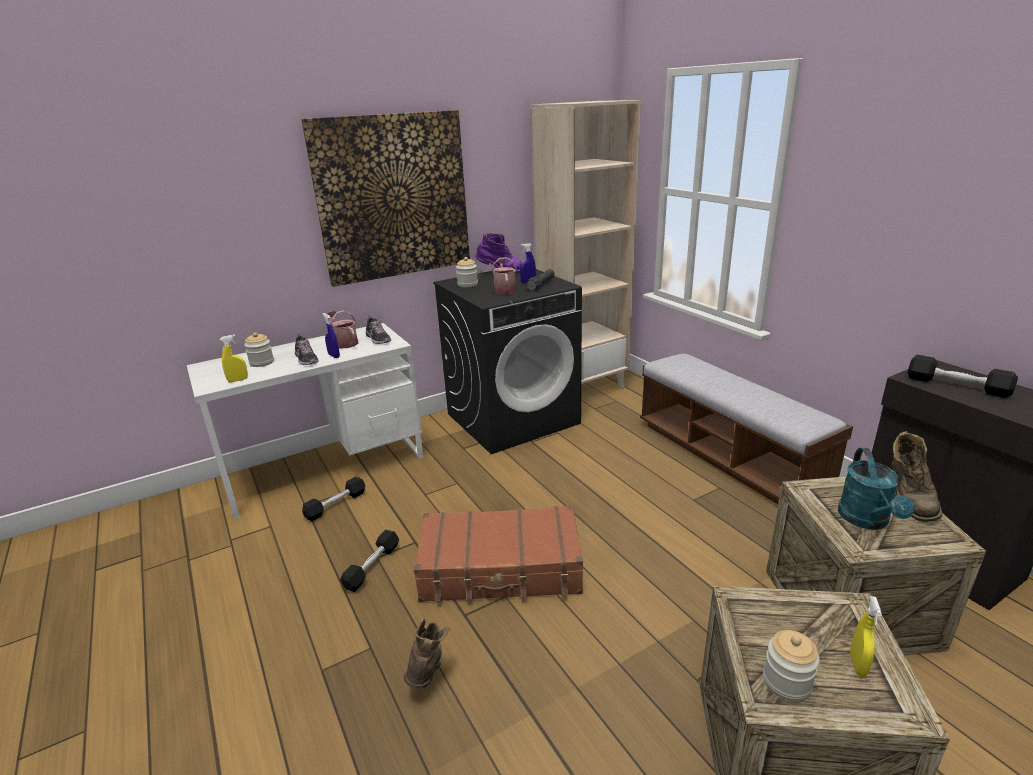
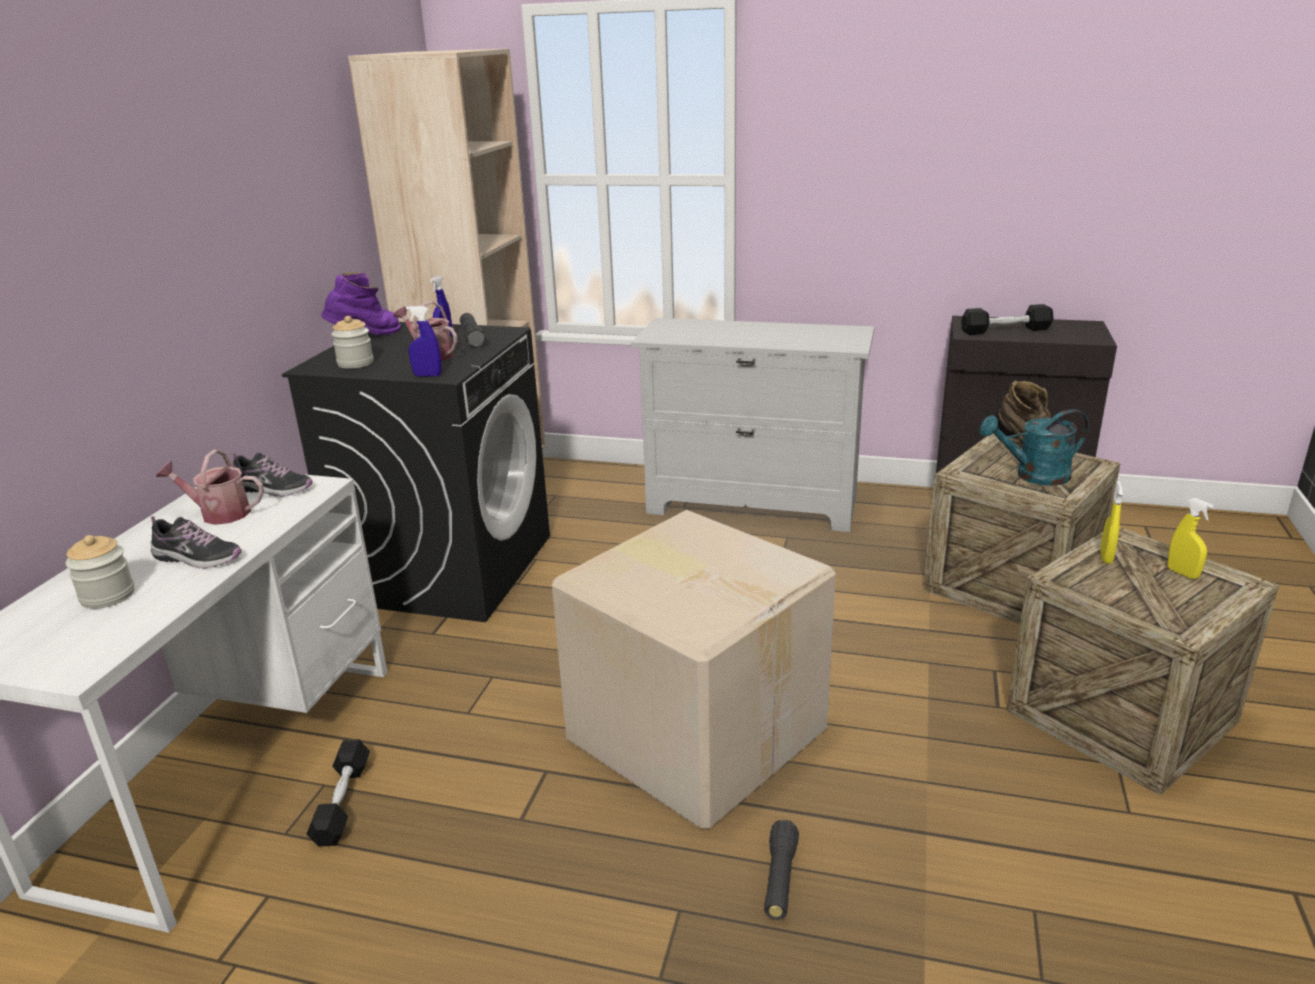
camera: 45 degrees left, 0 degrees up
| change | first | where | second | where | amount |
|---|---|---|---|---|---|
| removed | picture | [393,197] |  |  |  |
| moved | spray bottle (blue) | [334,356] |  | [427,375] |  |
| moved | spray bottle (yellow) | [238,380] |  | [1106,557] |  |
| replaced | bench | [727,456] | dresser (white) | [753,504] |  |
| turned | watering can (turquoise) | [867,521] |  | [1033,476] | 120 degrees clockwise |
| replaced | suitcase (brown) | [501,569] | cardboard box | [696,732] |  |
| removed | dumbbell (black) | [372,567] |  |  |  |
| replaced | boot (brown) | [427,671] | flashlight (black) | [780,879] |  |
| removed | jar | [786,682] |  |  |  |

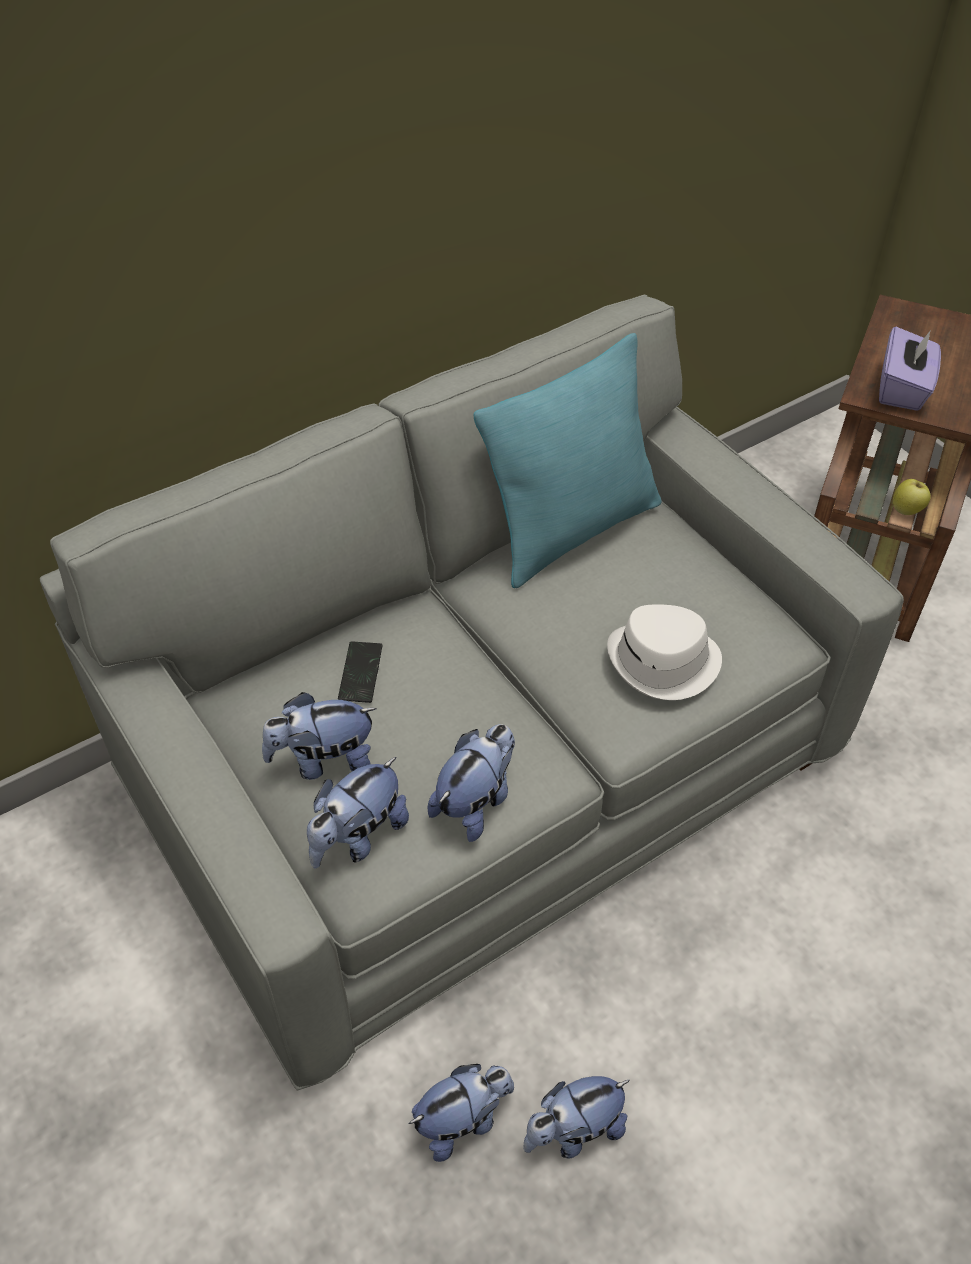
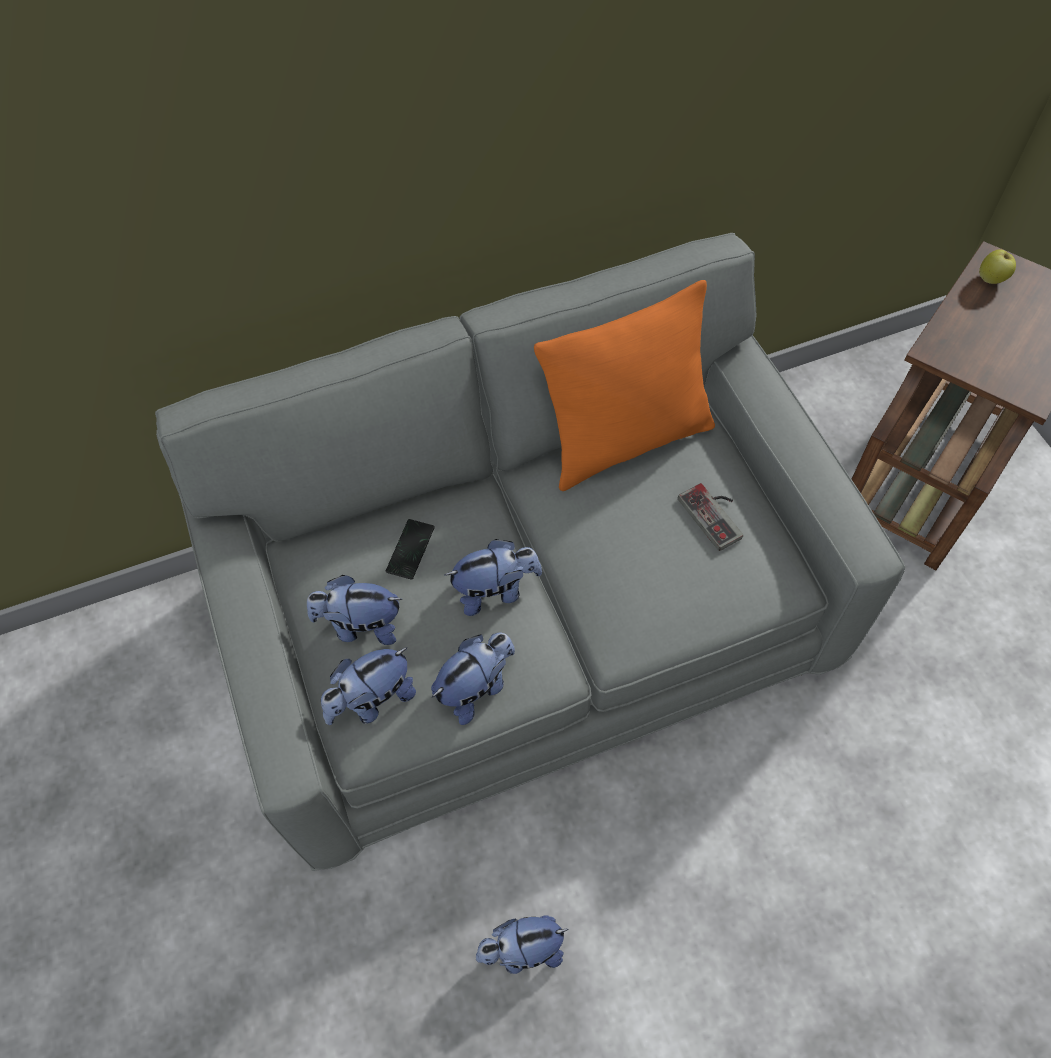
camera: 15 degrees right, 10 degrees up
| change | first | where | second | where | amount |
|---|---|---|---|---|---|
| removed | tissue box (purple) | [903,389] |  |  |  |
| recoloured | pillow (turquoise) | [571,530] | pillow (orange) | [627,441] |  |
| moved | apple | [907,511] |  | [991,279] |  |
| removed | hat (white) | [664,663] |  |  |  |
| moved | plush toy | [463,1120] |  | [496,590] |  |
| added |  |  | game controller | [716,514] |  |

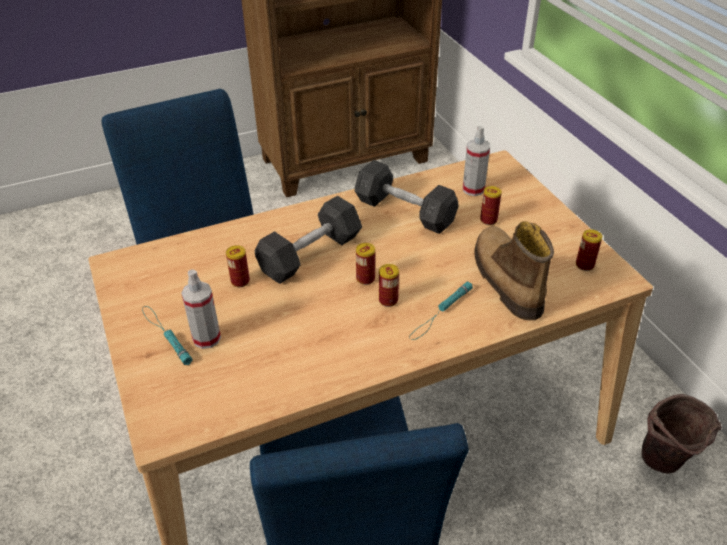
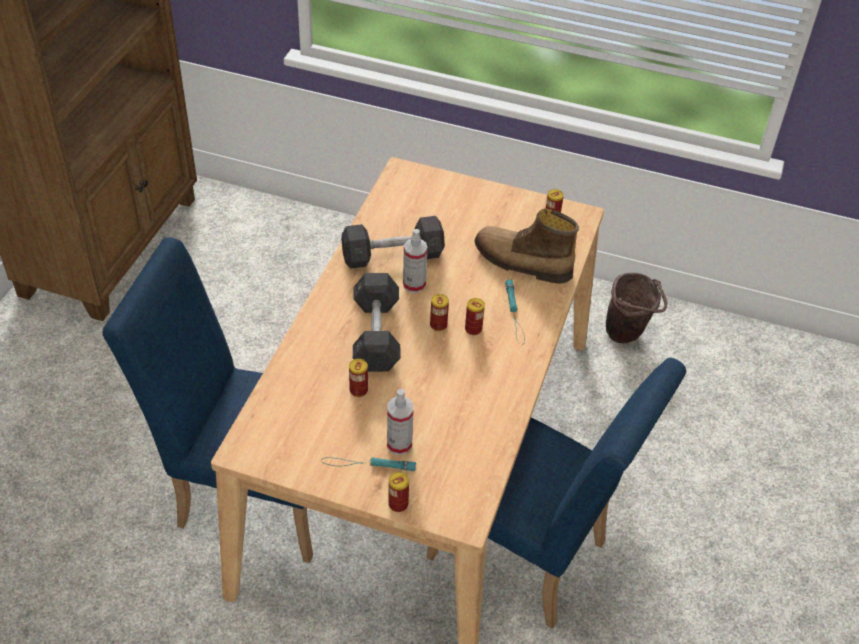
camera: 50 degrees left, 5 degrees up
| change | first | where | second | where | amount |
|---|---|---|---|---|---|
| moved | spray bottle | [473,189] |  | [414,285] |  |
| moved | can | [488,220] |  | [398,504] |  |

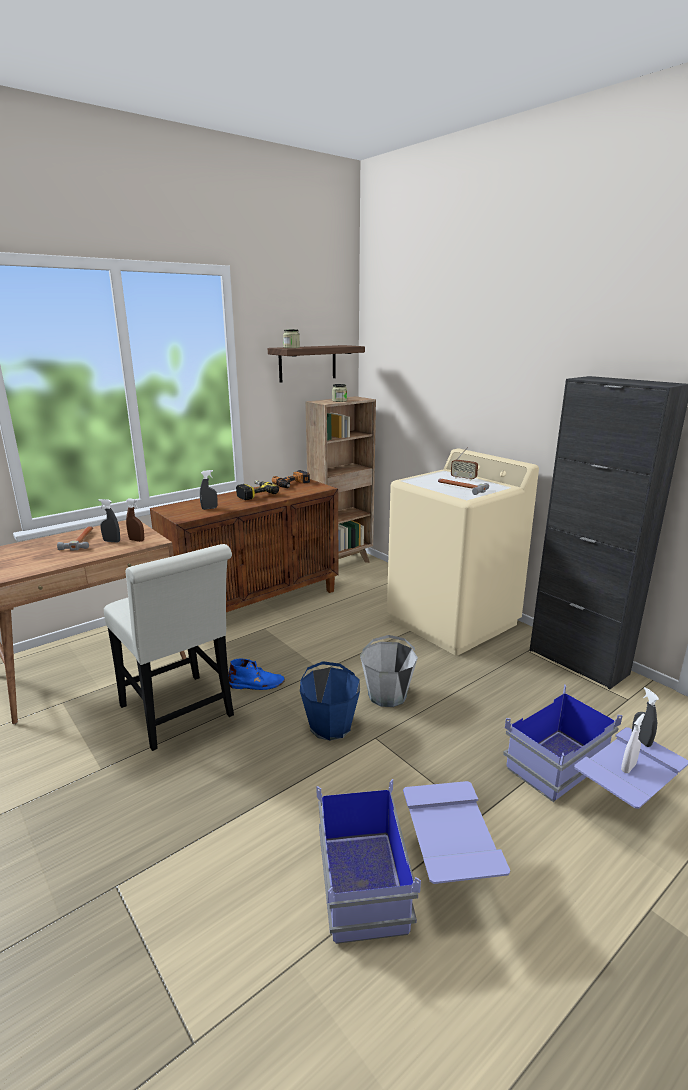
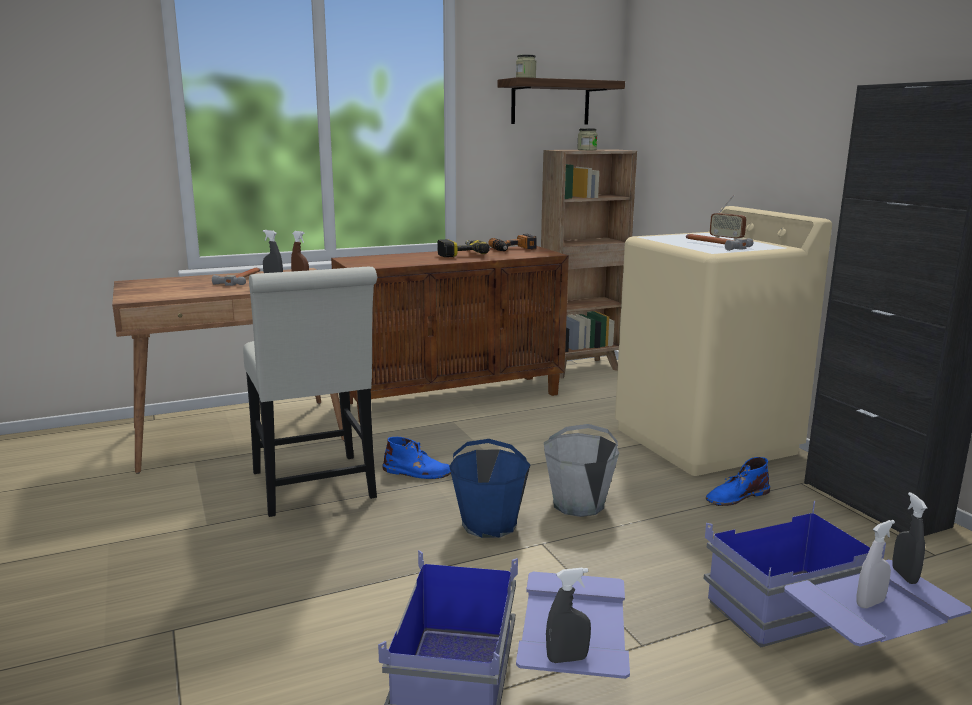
camera: 15 degrees right, 5 degrees down
| change | first | where | second | where | amount |
|---|---|---|---|---|---|
| moved | spray bottle (grey) | [209,508] |  | [567,659] |  |
| added |  |  | boot (blue) | [736,496] |  |

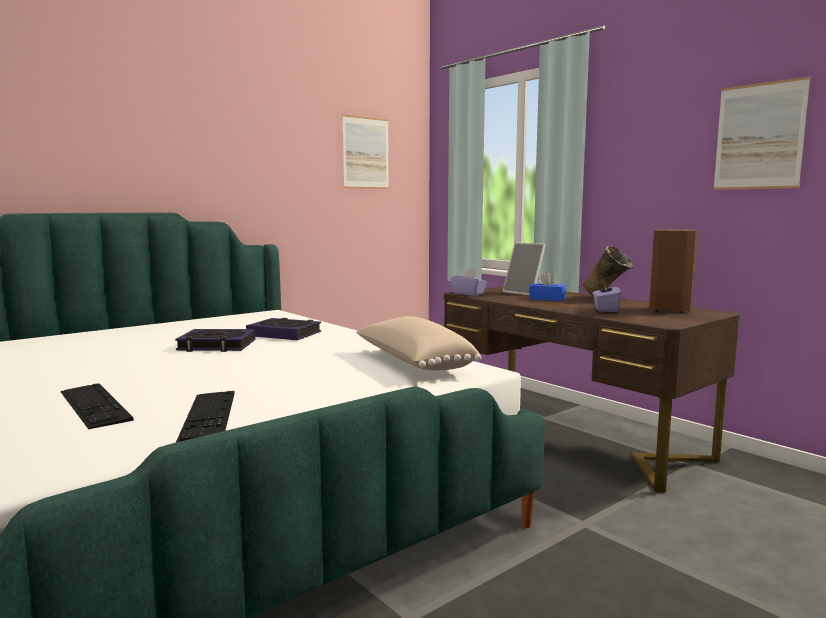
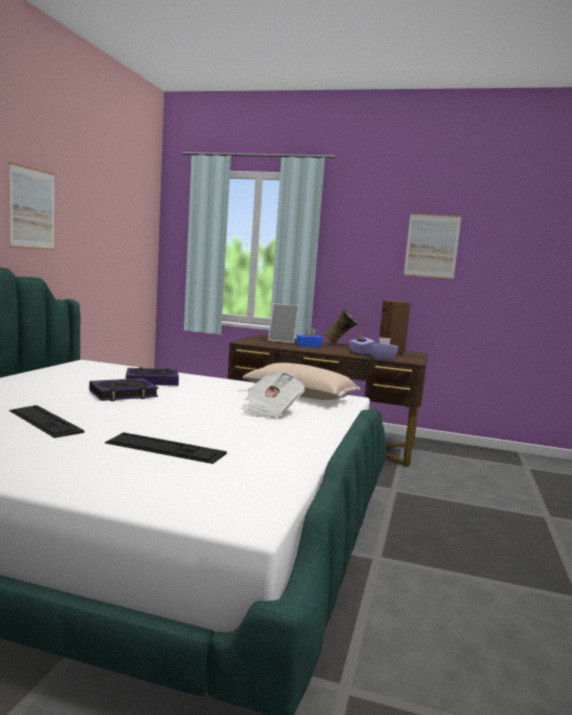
camera: 35 degrees left, 0 degrees up
| change | first | where | second | where | amount |
|---|---|---|---|---|---|
| moved | picture | [366,153] |  | [32,208] |  |
| moved | tissue box (purple) | [468,294] |  | [383,358] |  |
| moved | keyboard | [208,416] |  | [44,421] |  |
| added |  |  | newspaper | [270,411] |  |

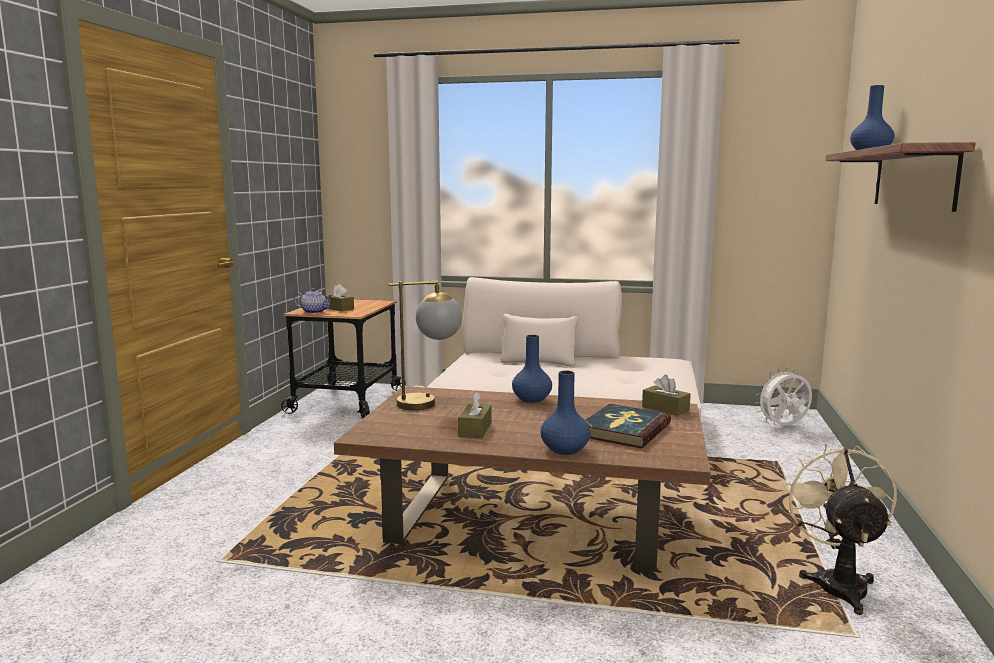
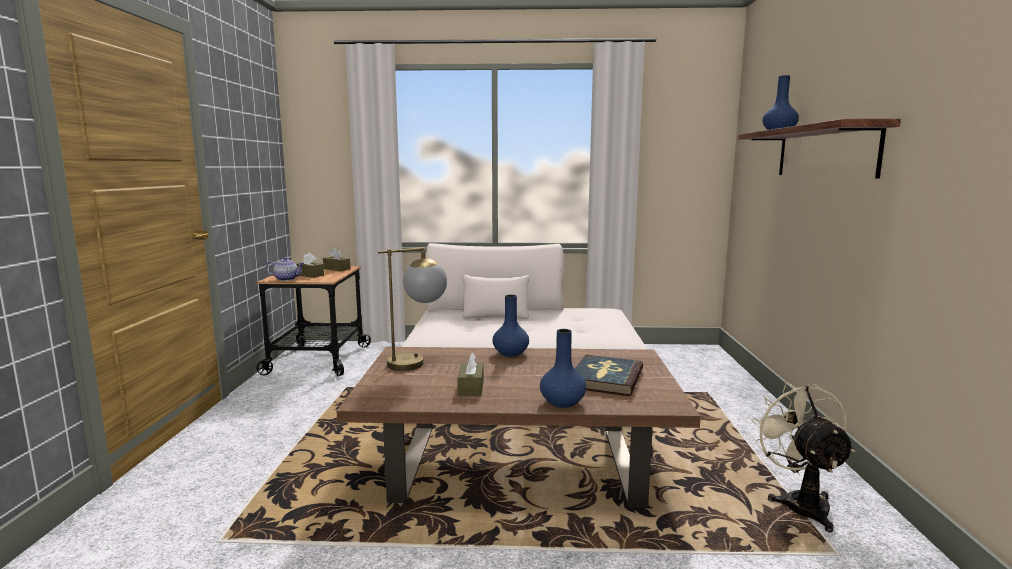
camera: 10 degrees left, 0 degrees up
| change | first | where | second | where | amount |
|---|---|---|---|---|---|
| removed | fan (white) | [783,427] |  |  |  |
| moved | tissue box (brown) | [665,408] |  | [337,269] |  |

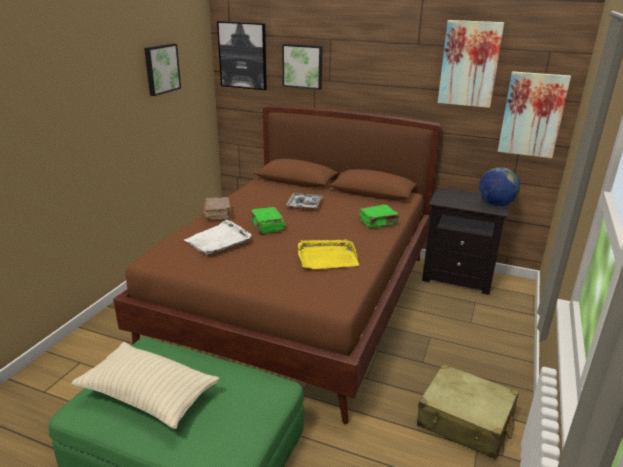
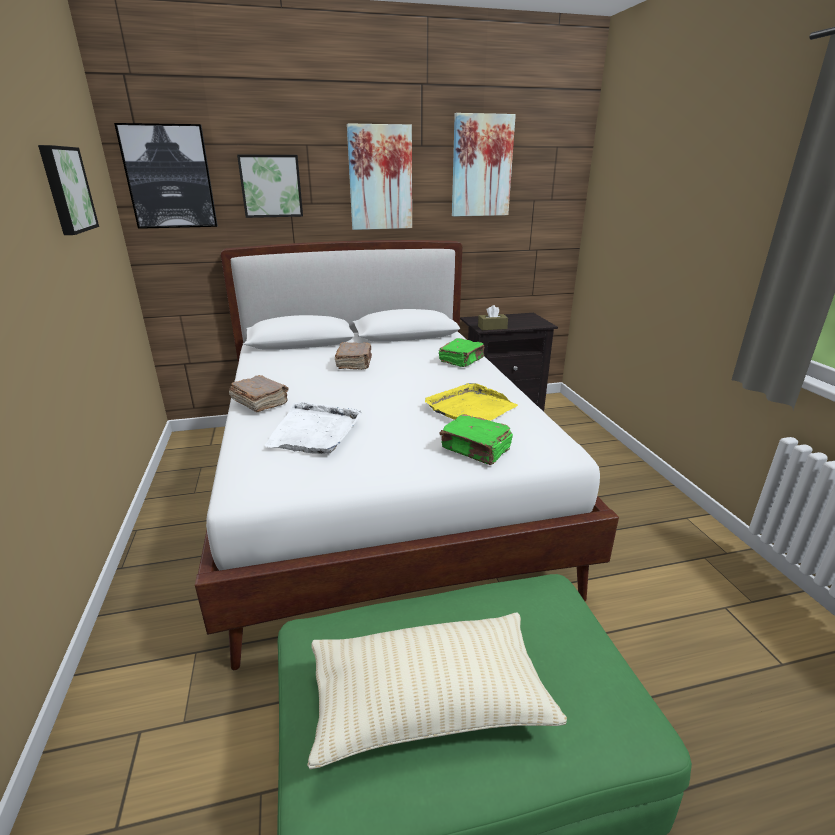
camera: 35 degrees left, 0 degrees up
| change | first | where | second | where | amount |
|---|---|---|---|---|---|
| moved | picture | [532,114] |  | [380,178] |  |
| recoloured | bed (brown) | [299,301] | bed (white) | [380,491] |  |
| removed | globe | [495,204] |  |  |  |
| replaced | tray | [304,204] | book (brown) | [355,364] |  |
| moved | book (green) | [267,226] |  | [476,449] |  |
| removed | suitcase (beige) | [465,421] |  |  |  |
| added |  |  | tissue box (brown) | [492,327] |  |

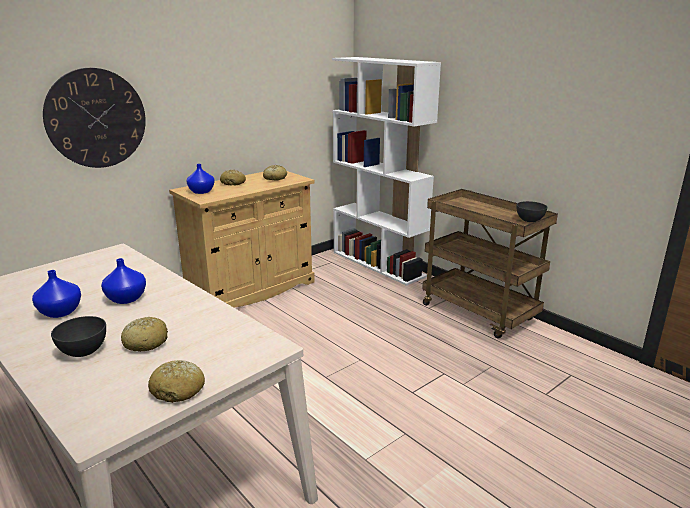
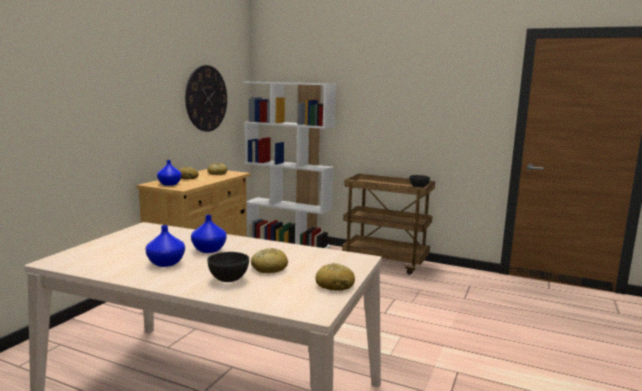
camera: 25 degrees left, 10 degrees down
| change | first | where | second | where | amount |
|---|---|---|---|---|---|
| moved | wall clock | [96,118] |  | [206,98] |  |

